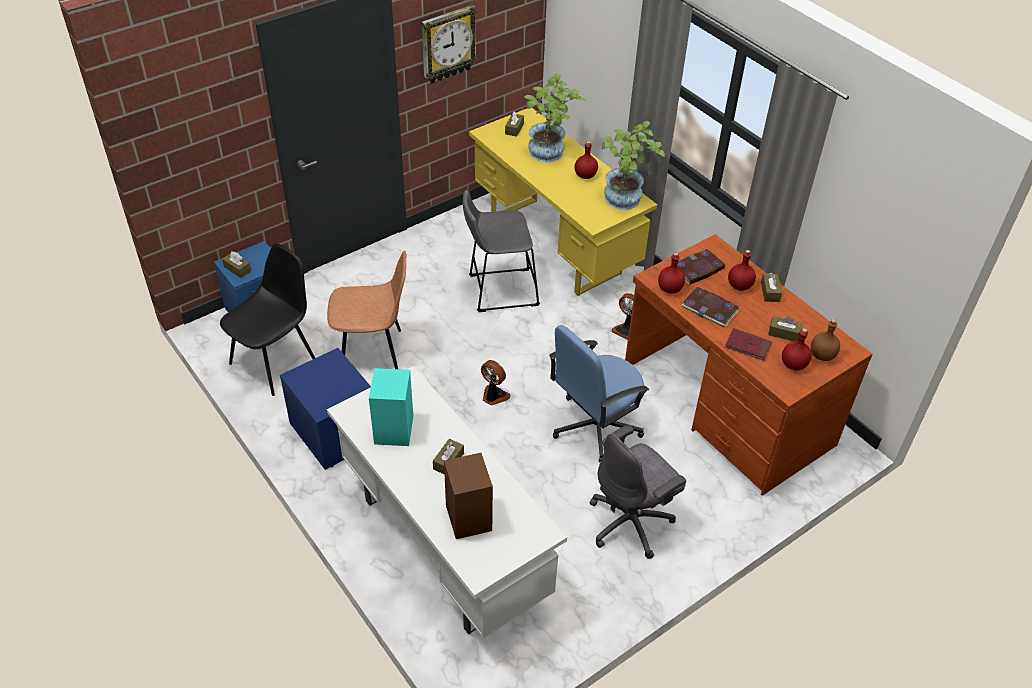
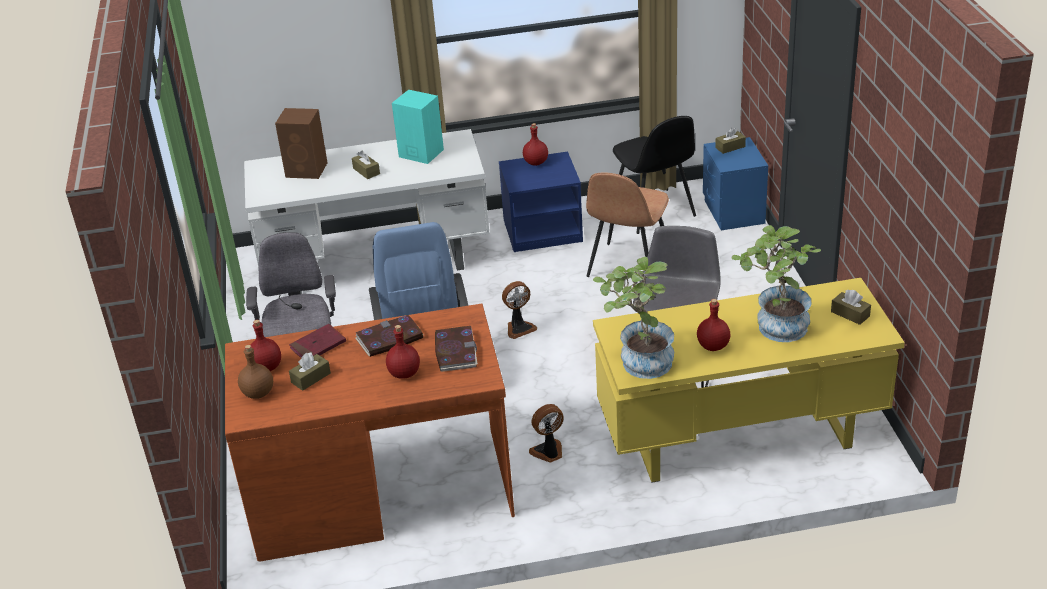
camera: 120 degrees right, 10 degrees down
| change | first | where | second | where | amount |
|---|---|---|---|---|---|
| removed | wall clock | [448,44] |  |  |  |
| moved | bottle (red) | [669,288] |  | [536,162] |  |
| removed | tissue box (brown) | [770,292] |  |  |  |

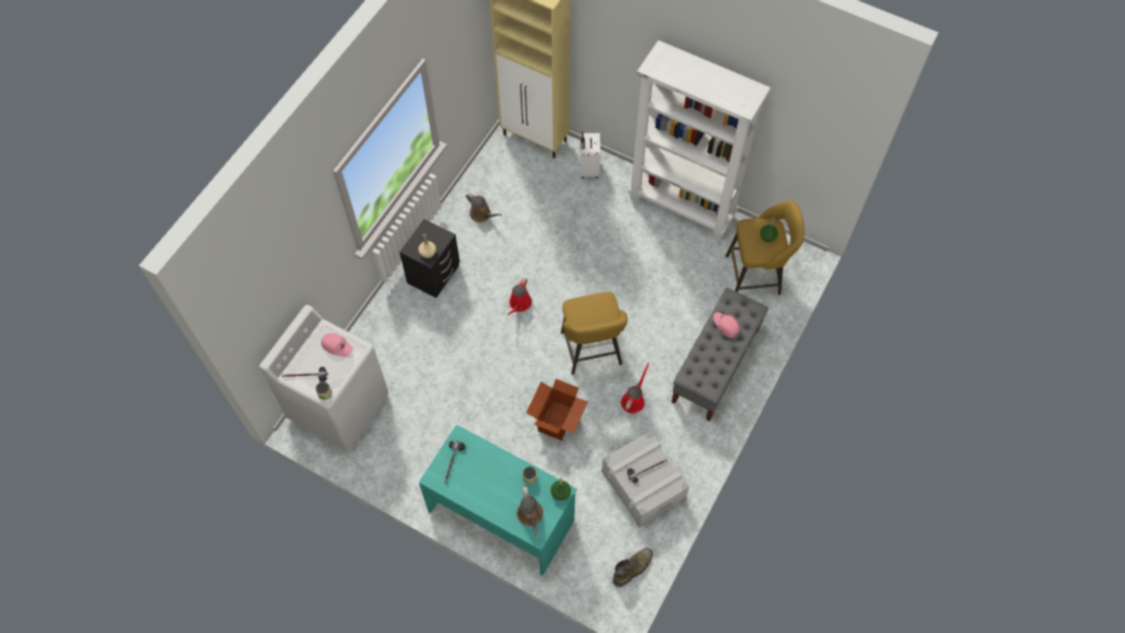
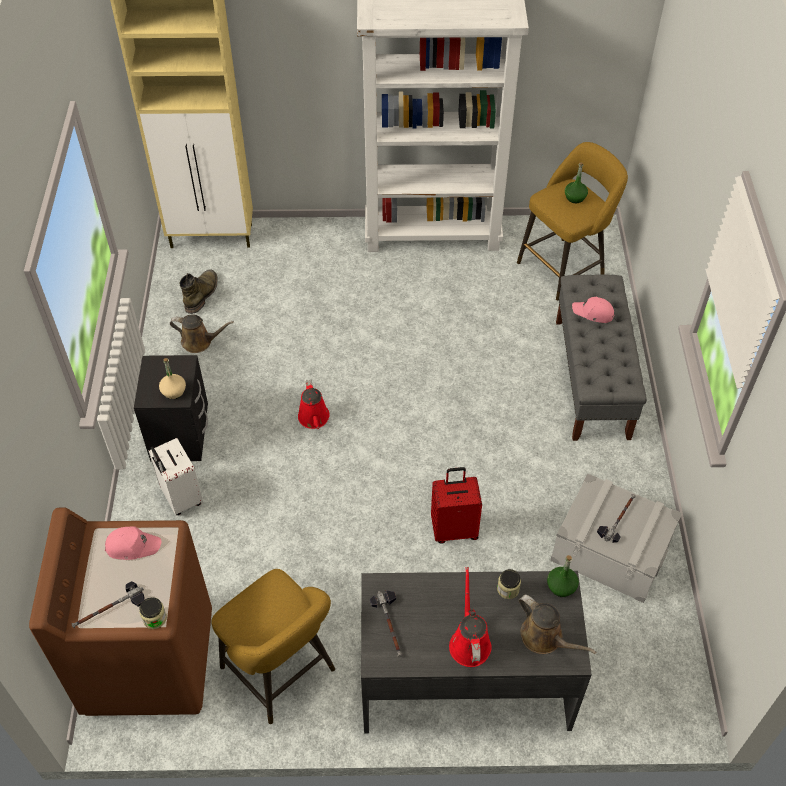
camera: 30 degrees left, 10 degrees down
| change | first | where | second | where | amount |
|---|---|---|---|---|---|
| moved | suitcase (white) | [588,169] |  | [180,498] |  |
| moved | stool (yellow) | [592,352] |  | [282,673] |  |
| recoloured | washing machine (white) | [339,406] | washing machine (brown) | [149,660] |  |
| moved | watering can (red) | [633,400] |  | [469,642] |  |
| replaced | cardboard box | [557,420] | suitcase (red) | [454,529] |  |
| recoloured | desk (turquoise) | [502,514] | desk (grey) | [465,682] |  |
| moved | boot (green) | [633,568] |  | [202,294] |  |

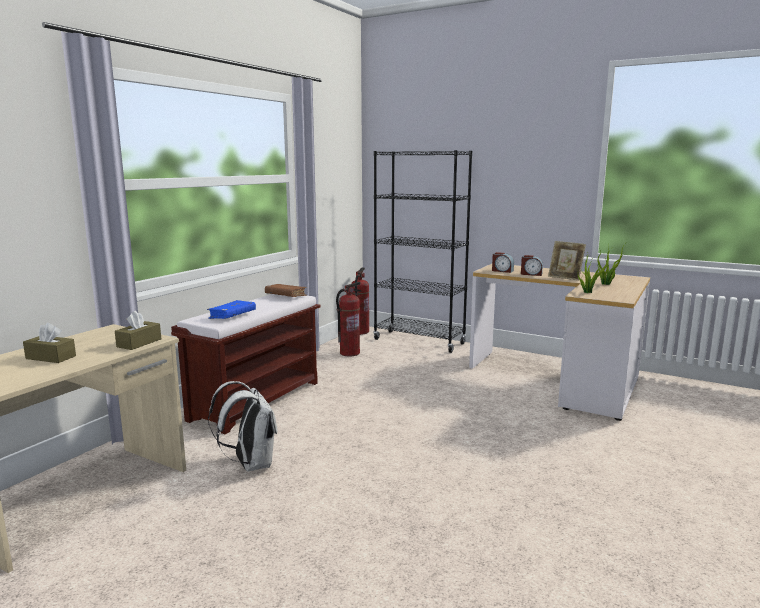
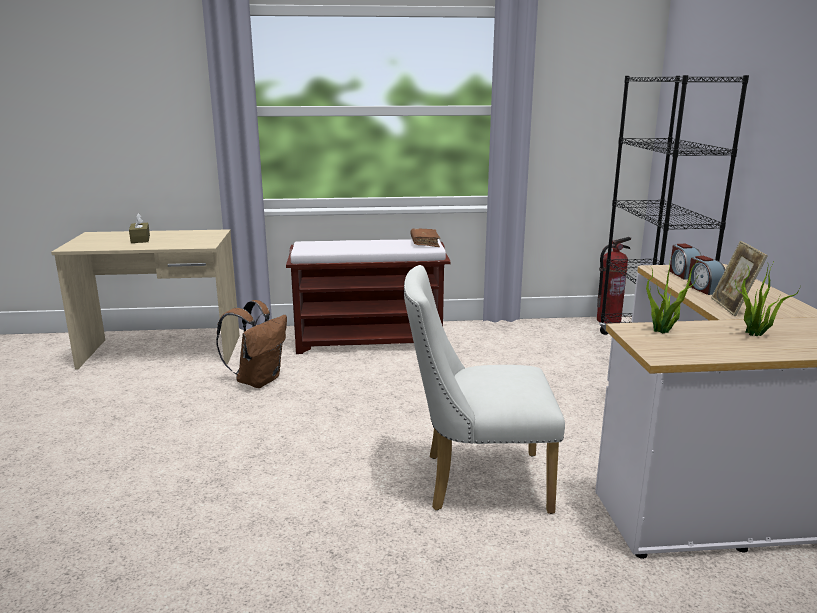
camera: 55 degrees right, 5 degrees up
| change | first | where | second | where | amount |
|---|---|---|---|---|---|
| removed | fire extinguisher | [349,353] |  |  |  |
| removed | book (blue) | [232,316] |  |  |  |
| removed | tissue box (brown) | [139,343] |  |  |  |
| recoloured | backpack (white) | [250,464] | backpack (brown) | [258,380] |  |
| added |  |  | chair (white) | [476,482] |  |

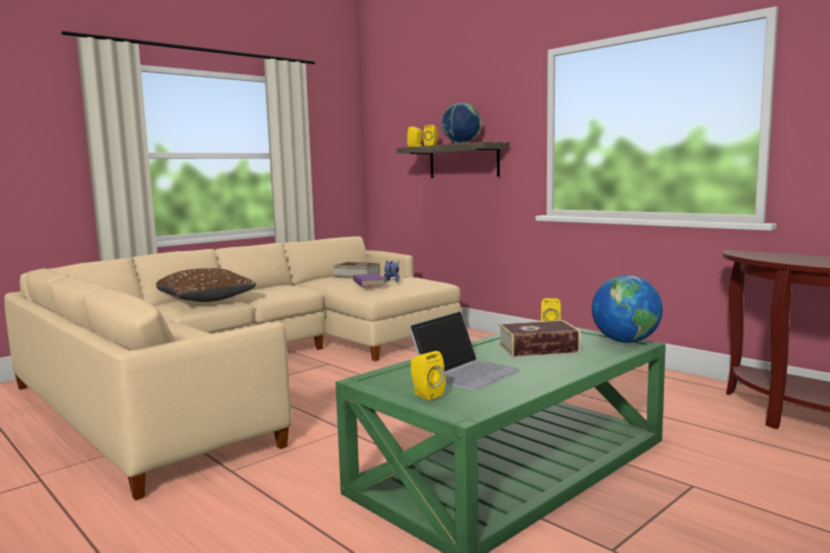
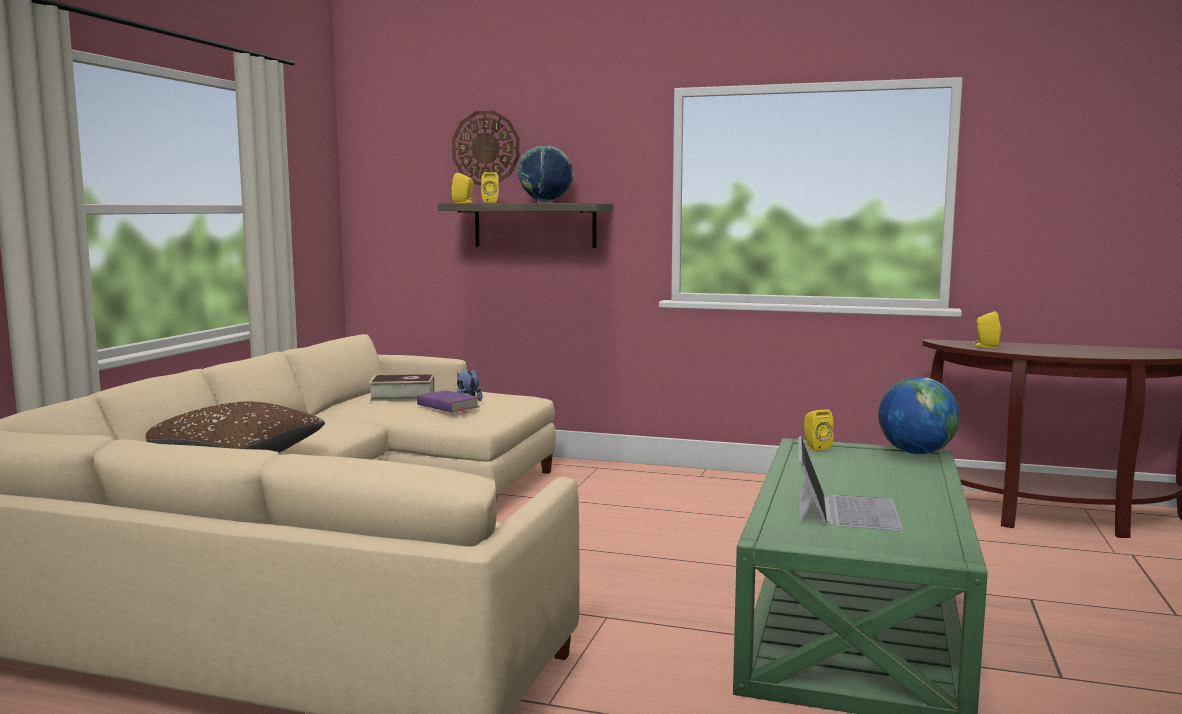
camera: 30 degrees left, 0 degrees up
| change | first | where | second | where | amount |
|---|---|---|---|---|---|
| removed | book | [538,348] |  |  |  |
| moved | speaker (yellow) | [425,394] |  | [985,346] |  |
| added |  |  | wall clock | [486,148] |  |

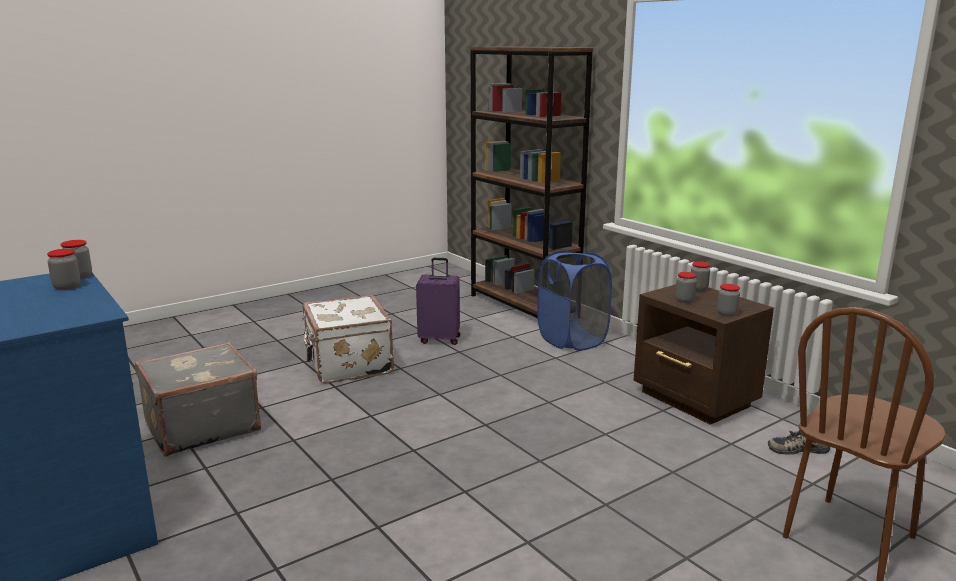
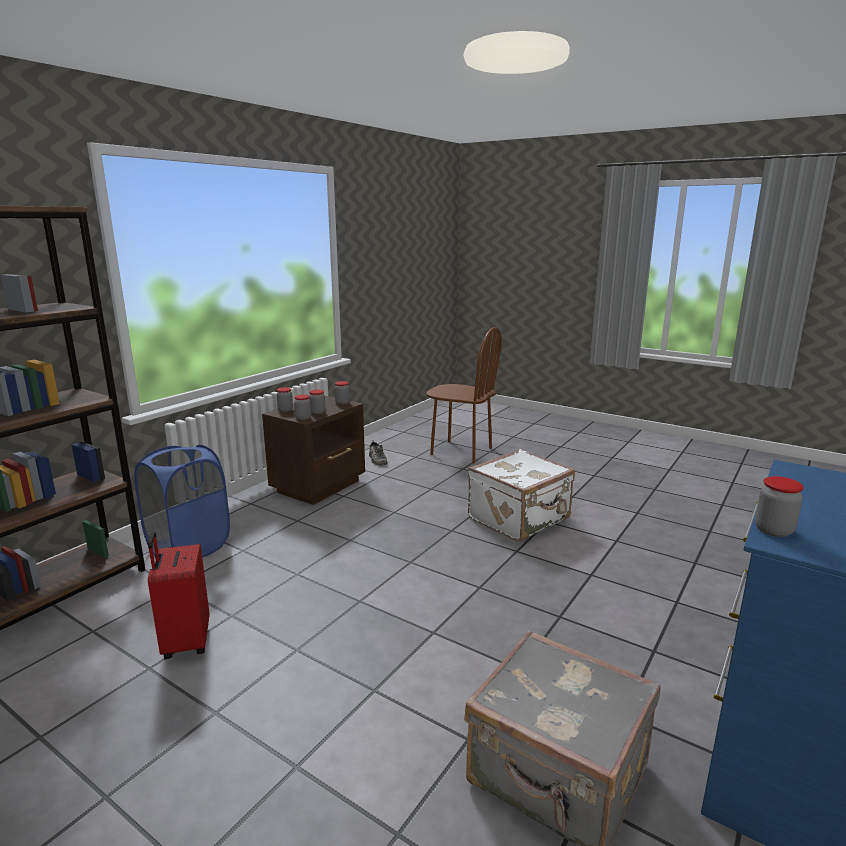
camera: 110 degrees left, 0 degrees up
| change | first | where | second | where | amount |
|---|---|---|---|---|---|
| moved | jar | [67,287] |  | [303,418] |  |
| recoloured | suitcase (purple) | [440,339] | suitcase (red) | [185,642] |  |
| moved | suitcase (white) | [347,364] |  | [520,519] |  |

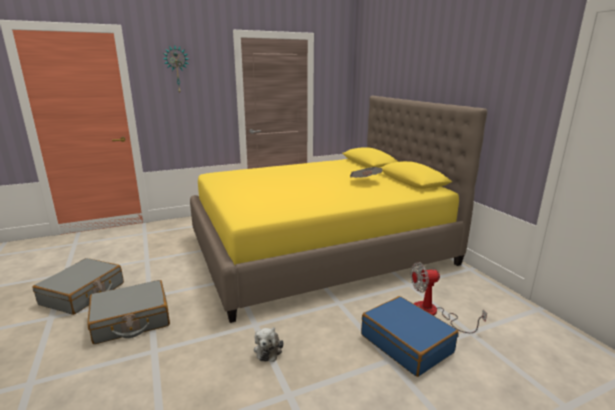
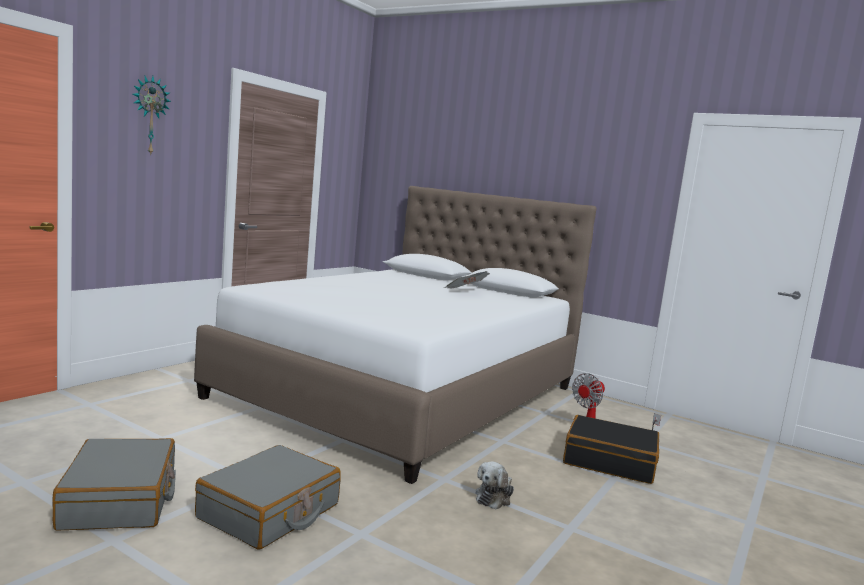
camera: 35 degrees left, 10 degrees down
| change | first | where | second | where | amount |
|---|---|---|---|---|---|
| recoloured | bed (yellow) | [319,249] | bed (white) | [404,392] |  |
| recoloured | suitcase (blue) | [406,343] | suitcase (black) | [609,461] |  |
| turned | plush toy | [268,349] |  | [494,497] | 60 degrees clockwise |

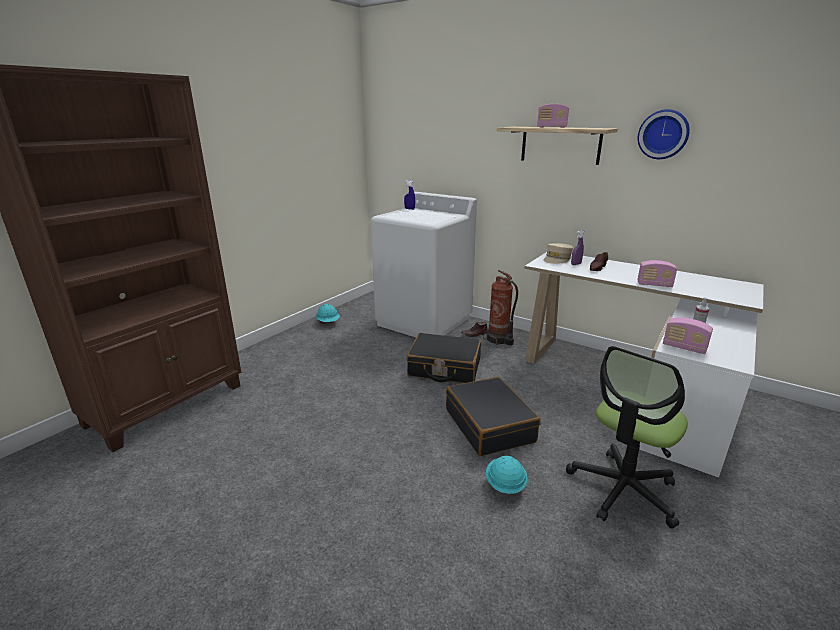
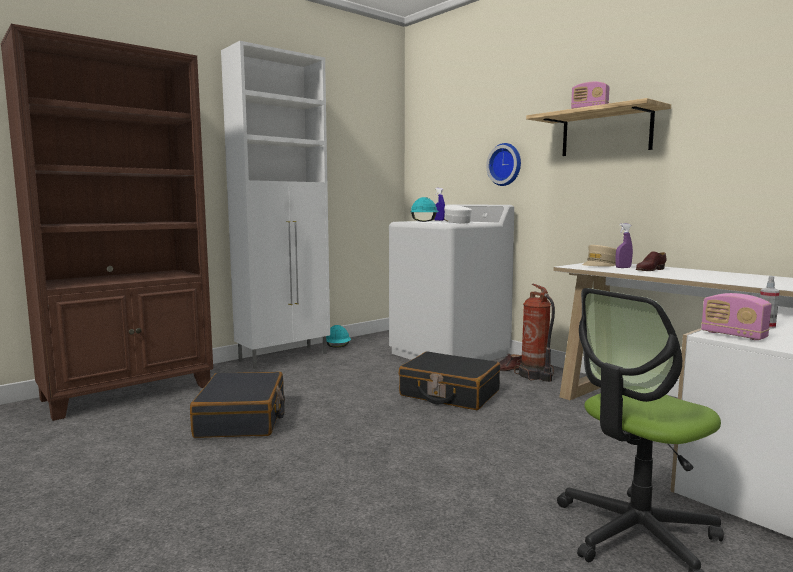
camera: 15 degrees right, 15 degrees down
| change | first | where | second | where | amount |
|---|---|---|---|---|---|
| moved | wall clock | [663,134] |  | [506,164] |  |
| removed | radio | [654,285] |  |  |  |
| moved | suitcase (black) | [489,425] |  | [242,419] |  |
| moved | hard hat (turquoise) | [505,485] |  | [424,221] |  |
| added |  |  | cabinet (white) | [285,357] |  |
| added |  |  | cap (white) | [455,222] |  |

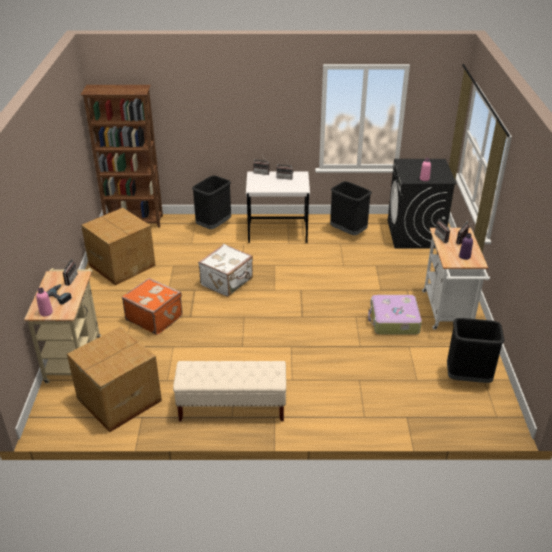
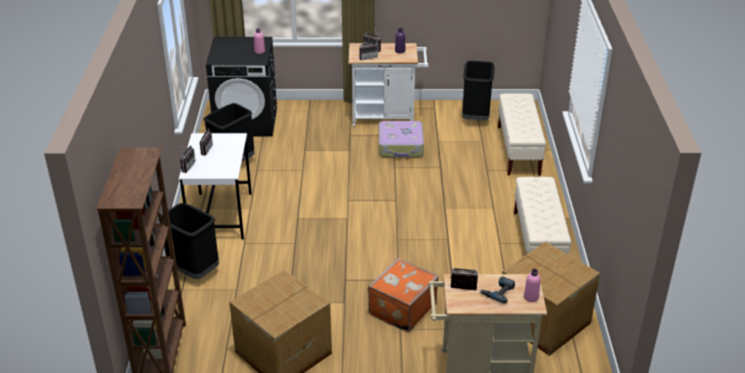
camera: 90 degrees left, 0 degrees up
| change | first | where | second | where | amount |
|---|---|---|---|---|---|
| removed | suitcase (white) | [227,282] |  |  |  |
| added |  |  | bench (beige) | [518,150] |  |

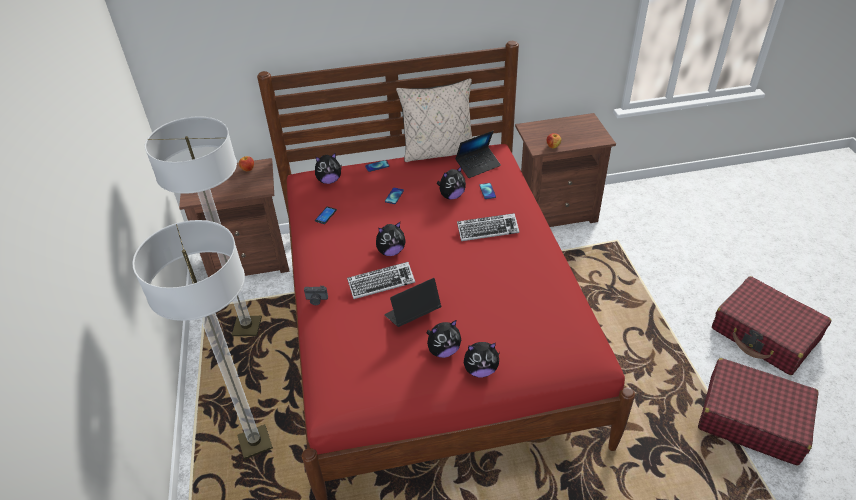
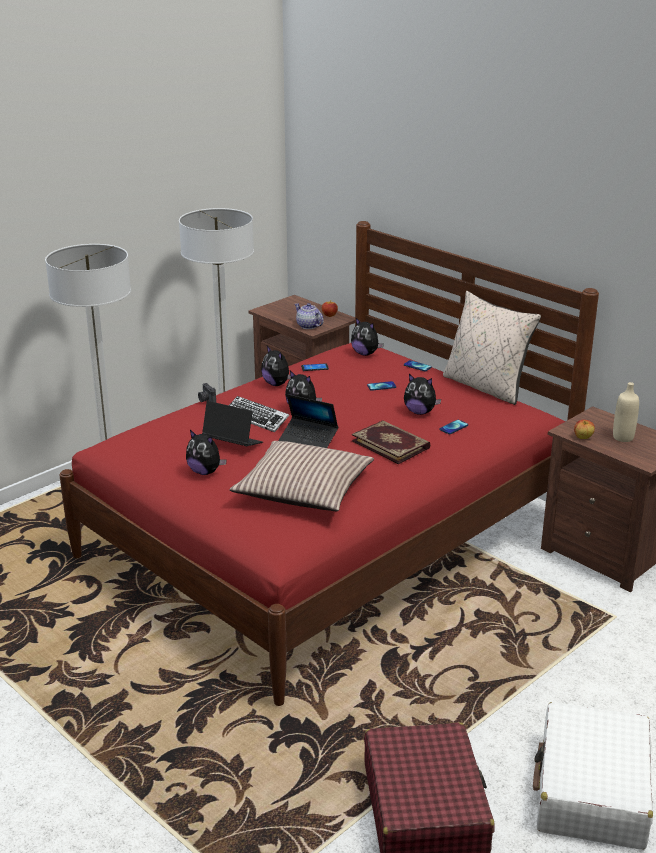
camera: 55 degrees right, 15 degrees down
| change | first | where | second | where | amount |
|---|---|---|---|---|---|
| moved | laptop | [478,165] |  | [308,440] |  |
| replaced | keyboard | [487,230] | book | [391,444] |  |
| recoloured | suitcase (red) | [765,334] | suitcase (white) | [591,791] |  |
| moved | plush toy | [480,370] |  | [277,384] |  |
| added |  |  | teapot | [308,326] |  |
| added |  |  | bottle (beige) | [623,437] |  |
| added |  |  | pillow | [303,489] |  |

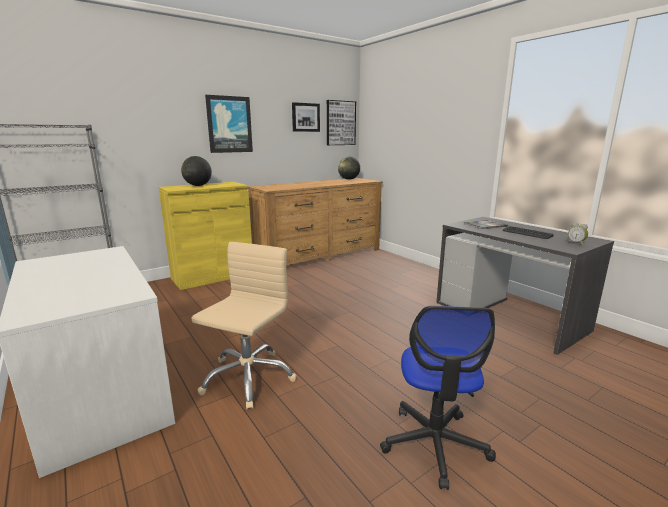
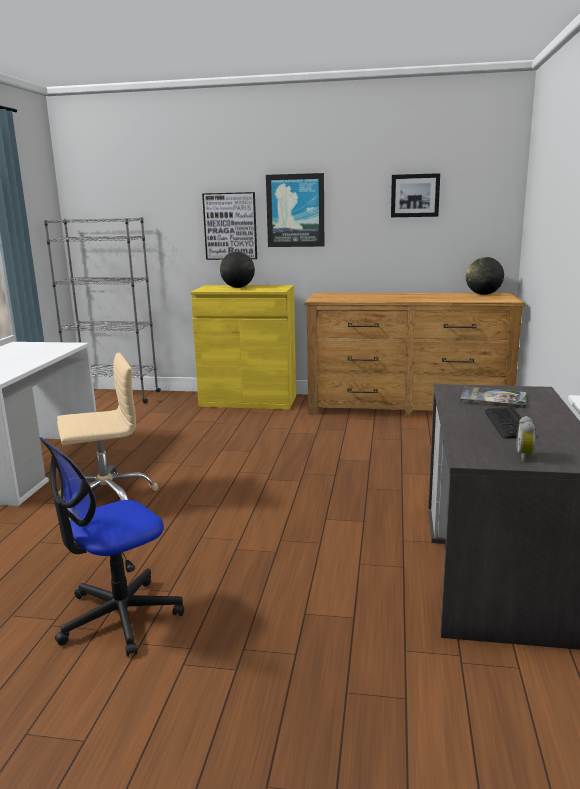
camera: 45 degrees right, 0 degrees up
| change | first | where | second | where | amount |
|---|---|---|---|---|---|
| moved | picture | [340,123] |  | [230,226] |  |

